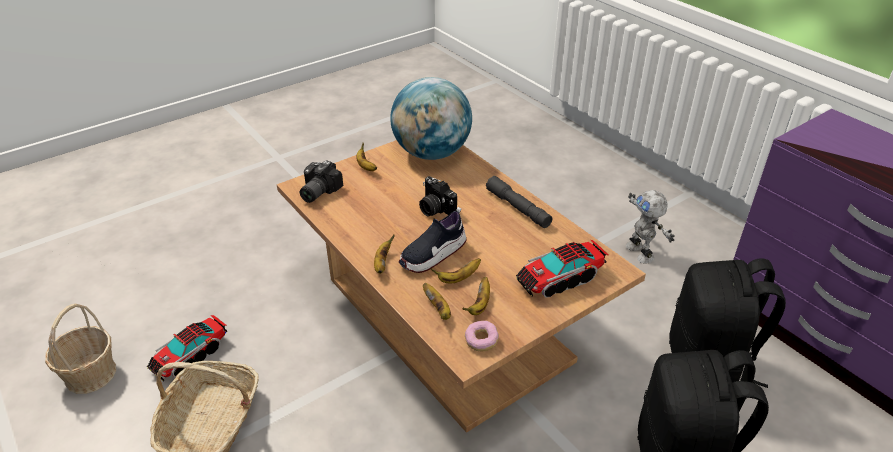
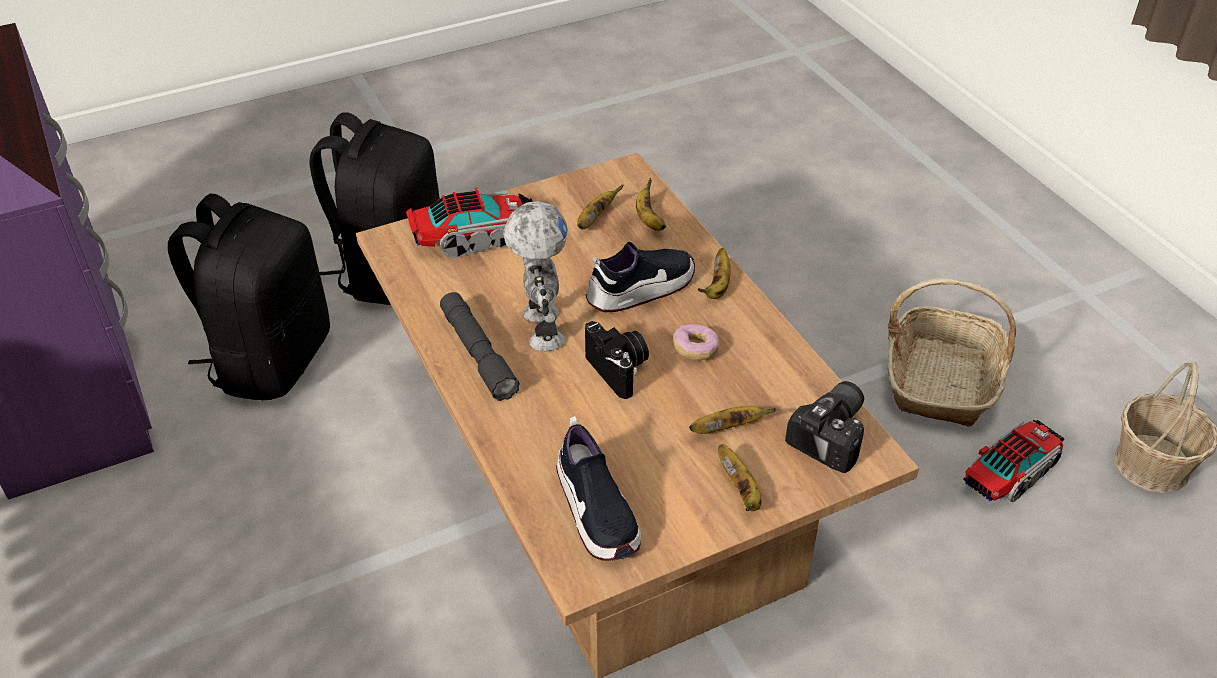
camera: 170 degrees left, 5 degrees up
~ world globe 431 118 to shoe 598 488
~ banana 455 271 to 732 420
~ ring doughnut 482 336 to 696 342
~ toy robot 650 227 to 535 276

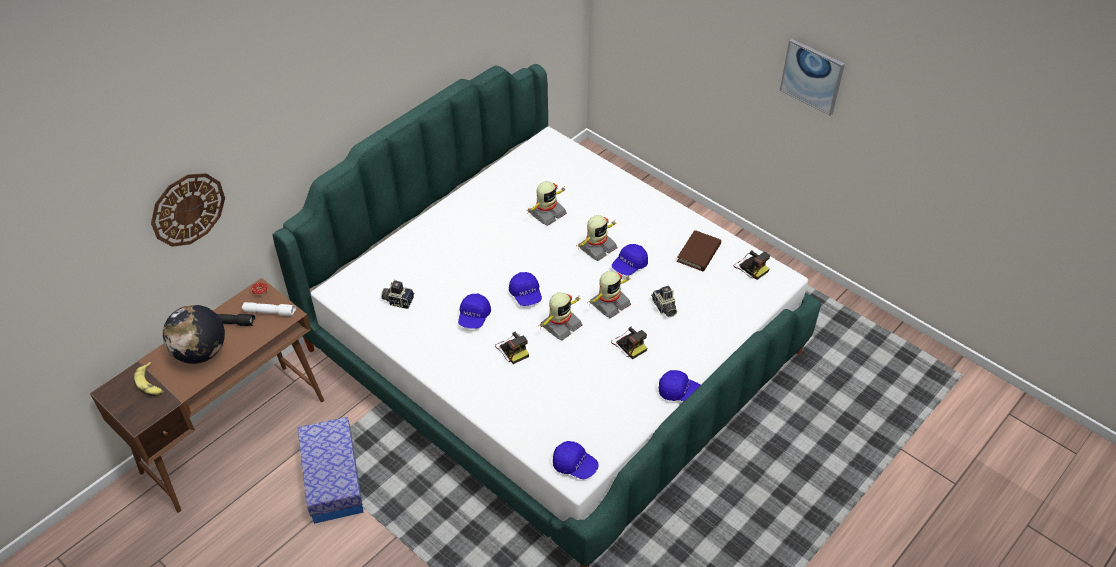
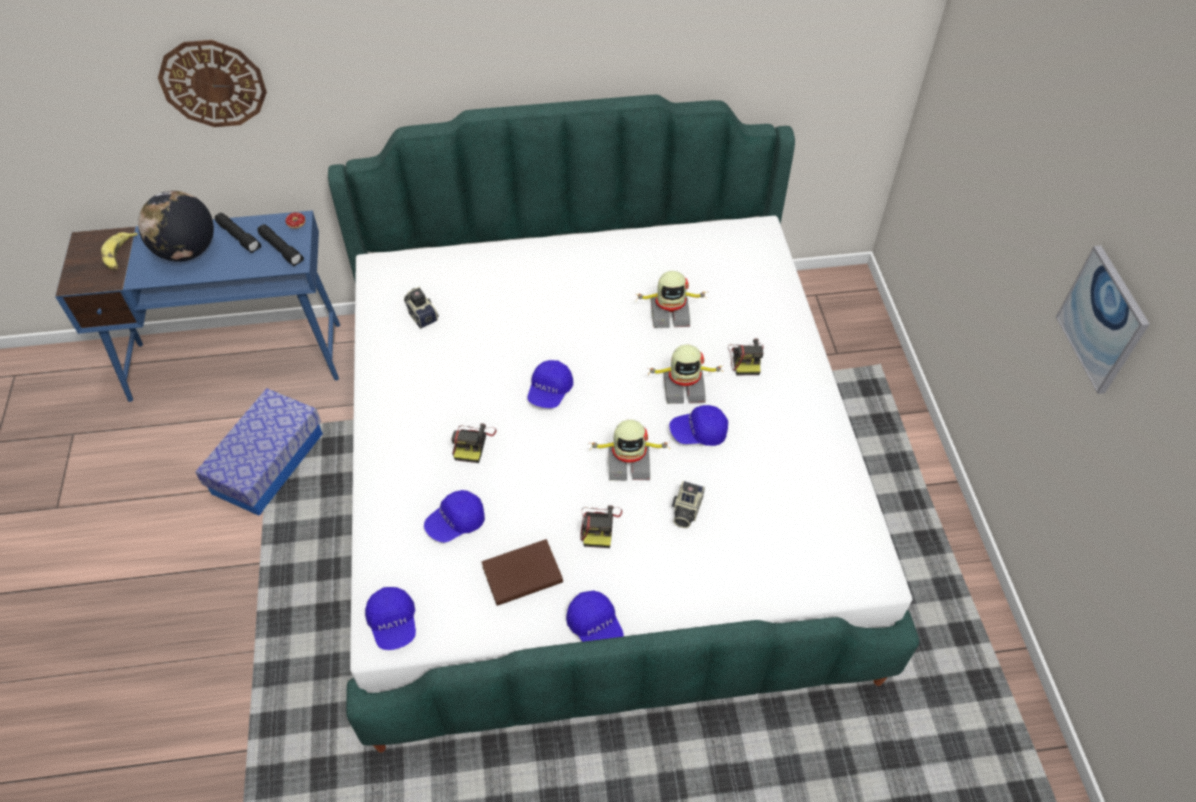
camera: 40 degrees right, 5 degrees up
~ brownish desk unit 207 395 to blue-coloured desk unit 197 306
~ white flashlight 269 309 to blackish flashlight 281 245
~ blue-coloured baseball cap 474 311 to 454 516
- toy robot 561 316
~ brownish book 699 250 to 522 572
~ still camera 752 265 to 746 357

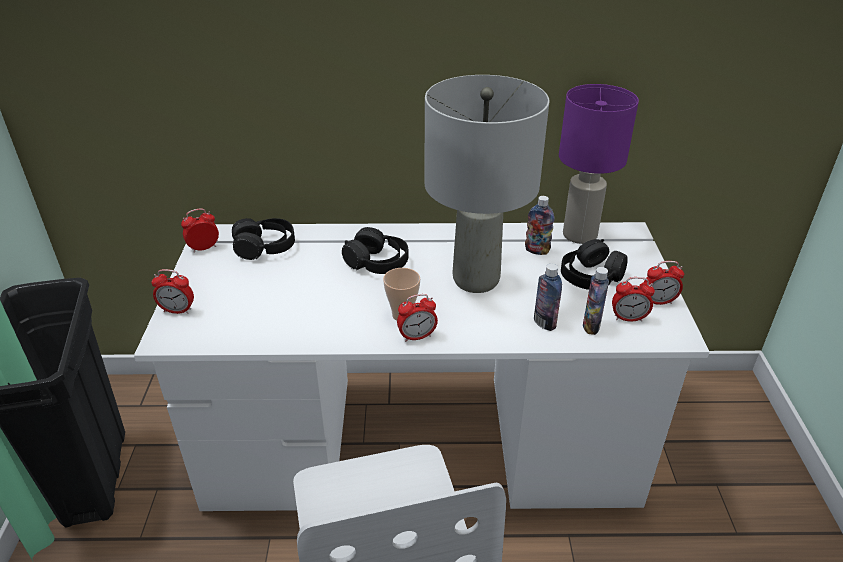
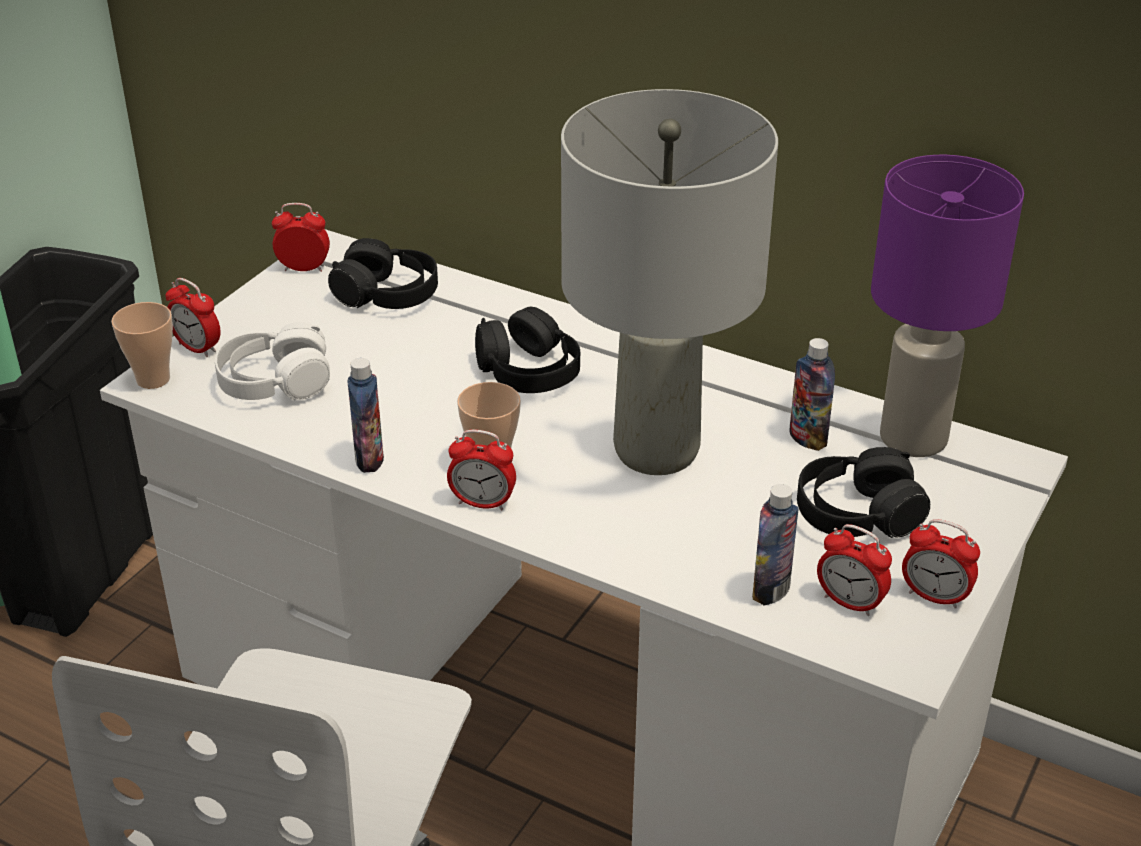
camera: 30 degrees right, 0 degrees up
~ bottle 548 297 to 366 415
+ small cup 142 345
+ white pair of headphones 272 361

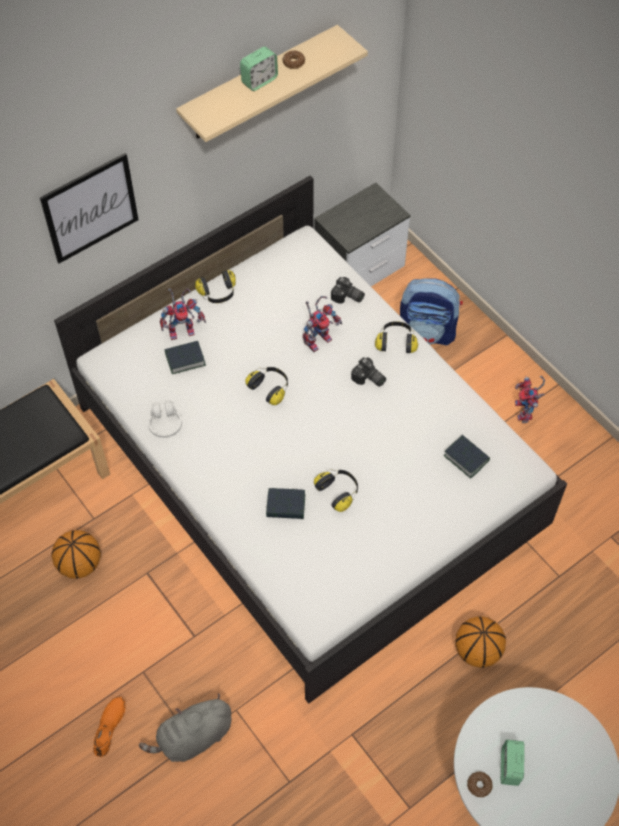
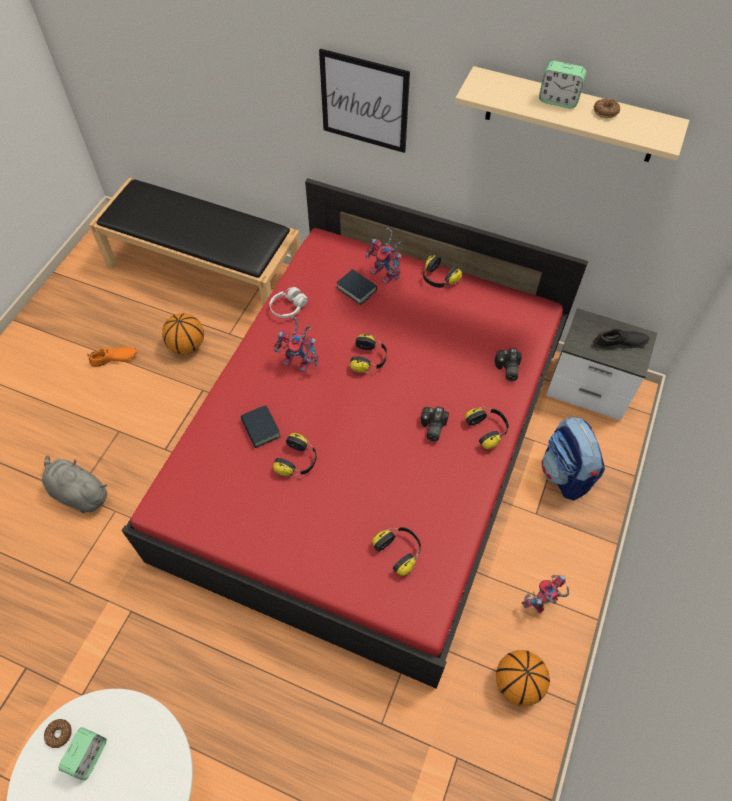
camera: 60 degrees right, 0 degrees up
~ white bed 310 439 to red bed 354 433
~ orange shoe 109 727 to 112 357
~ toy robot 322 324 to 296 344
~ book 467 457 to pair of headphones 397 551
~ basketball ball 480 642 to 523 678
~ table clock 512 763 = 83 754 135 degrees clockwise
+ blackish shoe 622 338

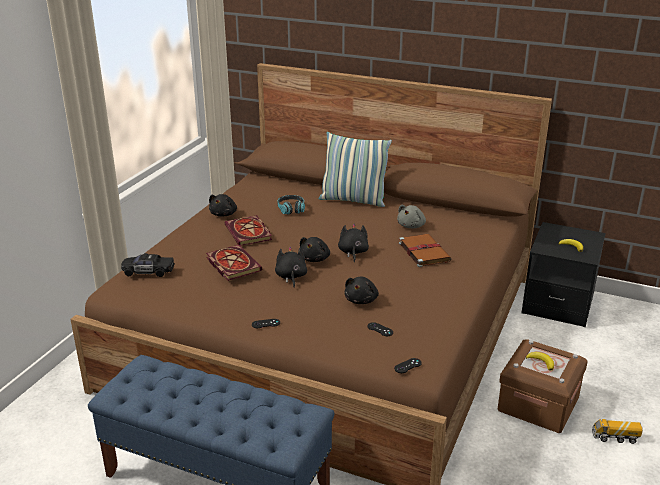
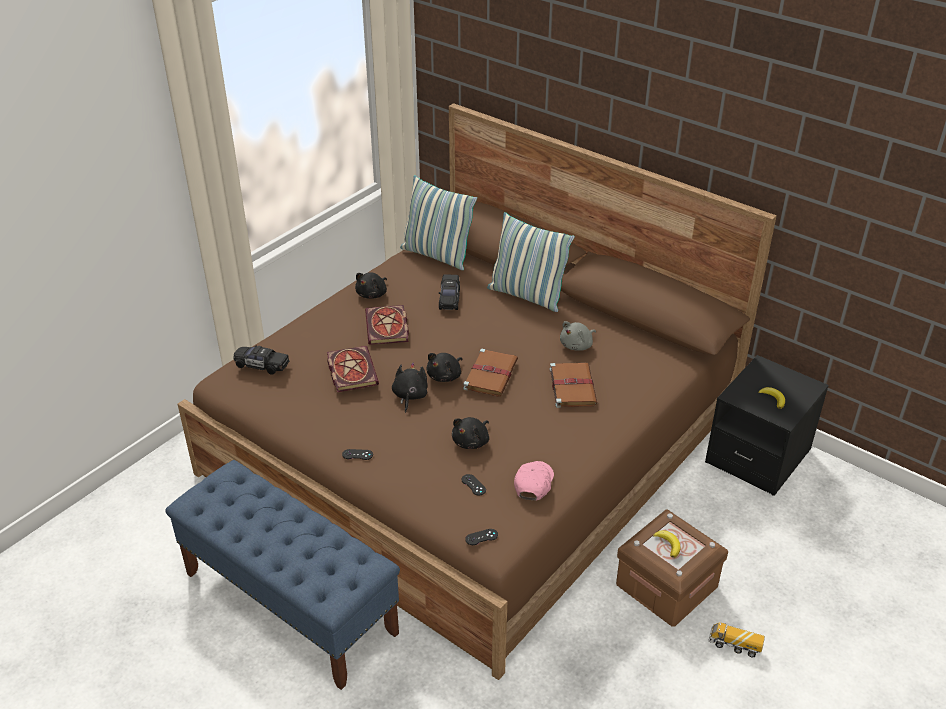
camera: 15 degrees right, 10 degrees up
~ pair of headphones 291 205 to blackish toy car 449 292
~ blackish soft toy 353 243 to brownish book 490 373
+ throw pillow 438 222
+ pinkish baseball cap 534 480

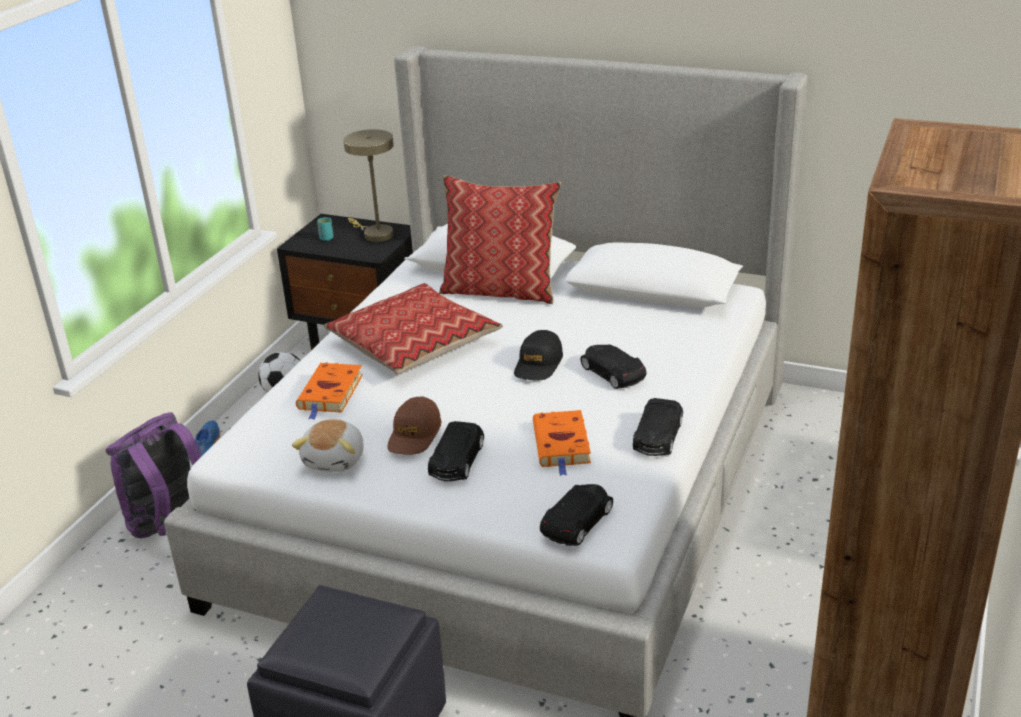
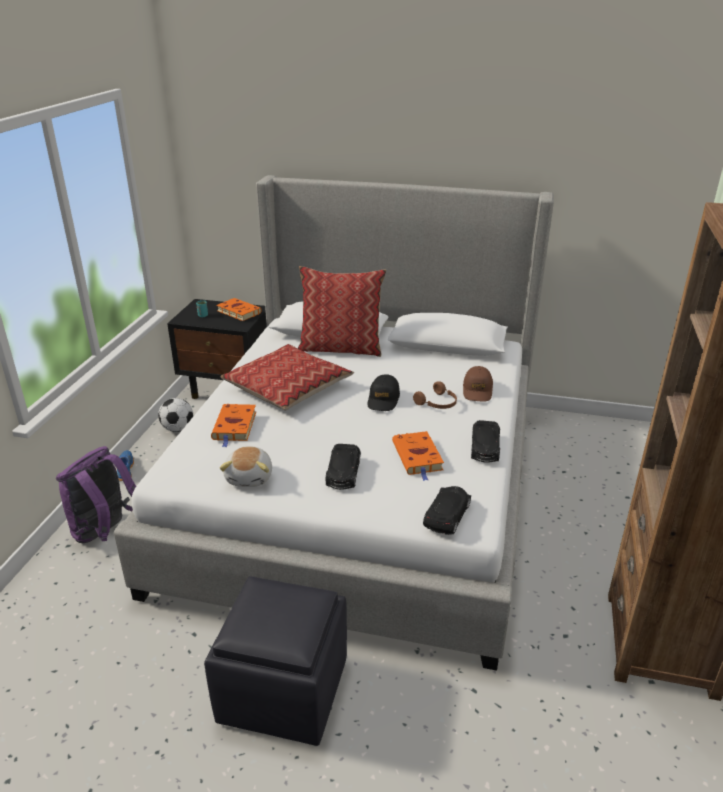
camera: 10 degrees left, 0 degrees up
~ beige tabletop lamp 368 185 to orange book 239 309
~ brownish baseball cap 414 426 to 478 384
~ blackish toy car 613 366 to brownish pair of headphones 435 395

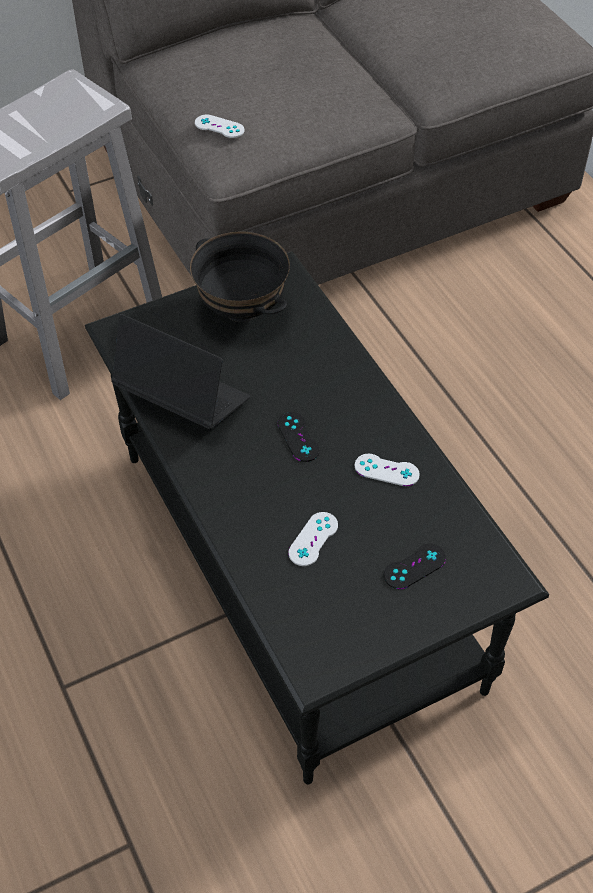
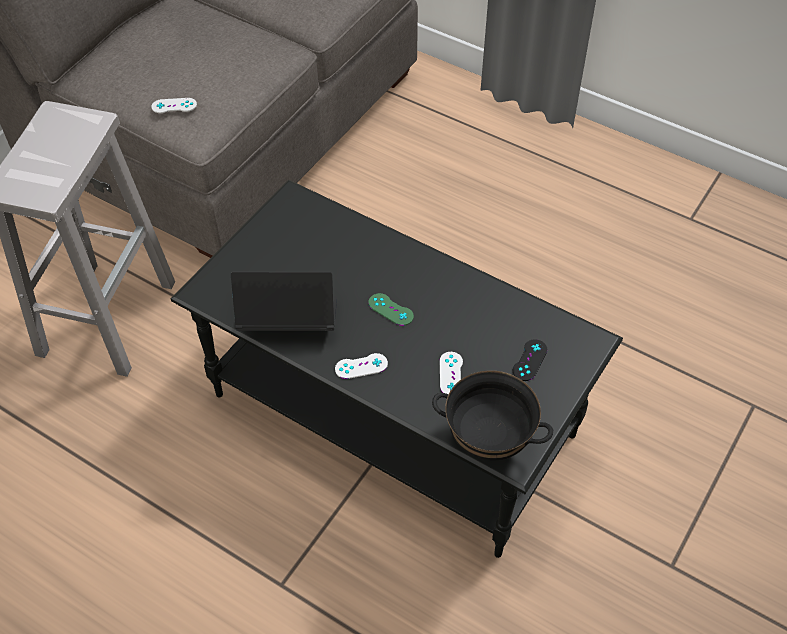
camera: 30 degrees left, 0 degrees up
~ blackish serving bowl 240 277 to 492 415
~ blackish game controller 299 437 to greenish game controller 391 309
~ white game controller 387 470 to 361 366

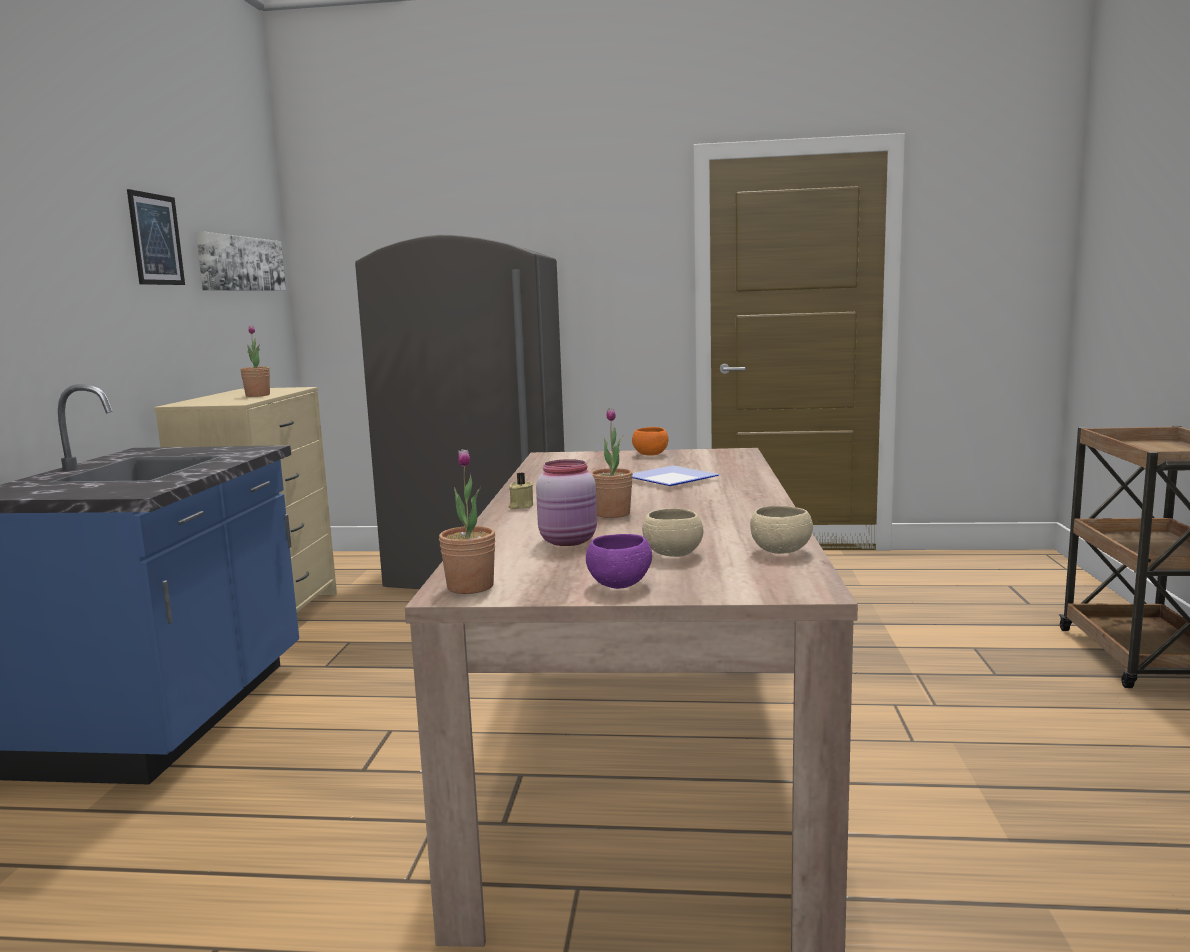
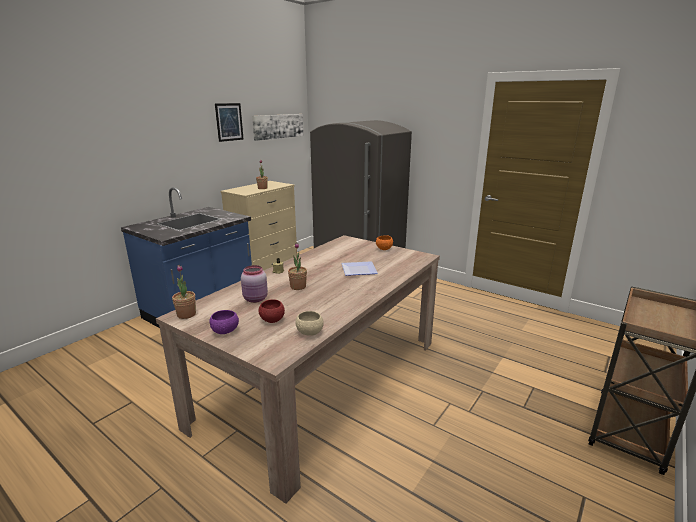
camera: 30 degrees right, 10 degrees up
~ beige serving bowl 672 532 to red serving bowl 272 311

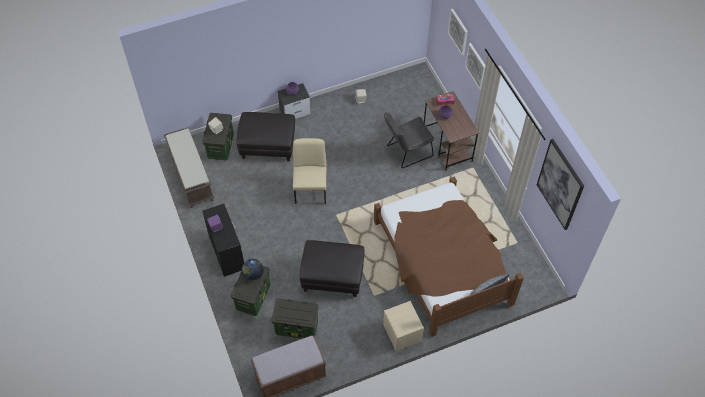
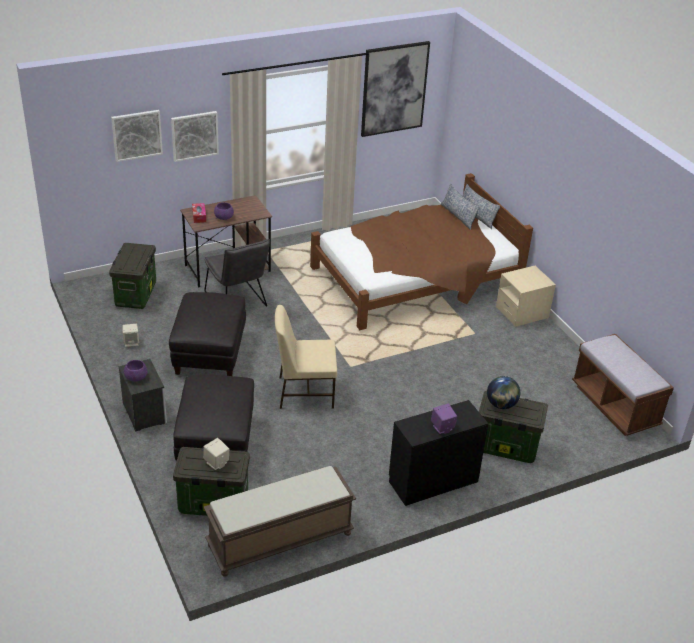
camera: 95 degrees left, 20 degrees down
~ storage box 295 318 to 132 276
~ blackish footrest 332 268 to 207 334
+ throw pillow 460 207

